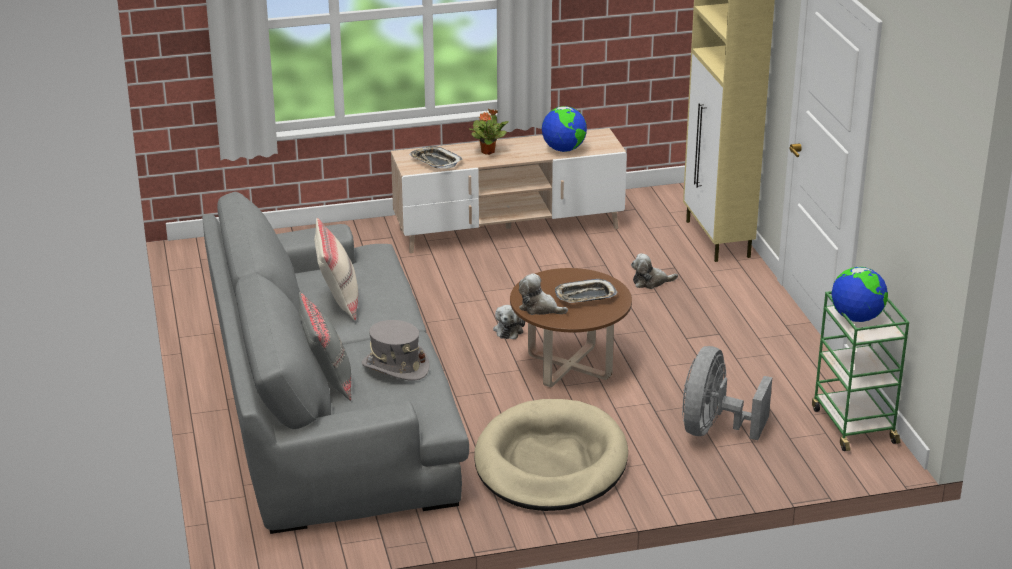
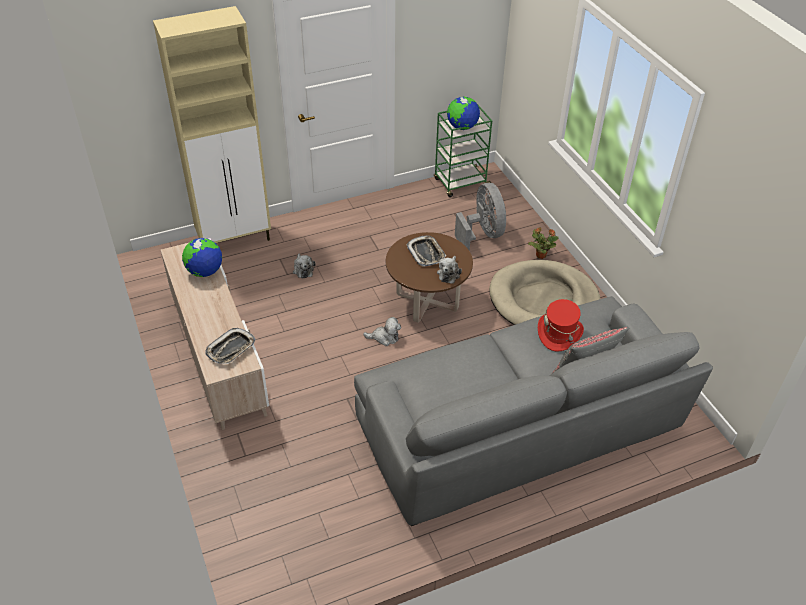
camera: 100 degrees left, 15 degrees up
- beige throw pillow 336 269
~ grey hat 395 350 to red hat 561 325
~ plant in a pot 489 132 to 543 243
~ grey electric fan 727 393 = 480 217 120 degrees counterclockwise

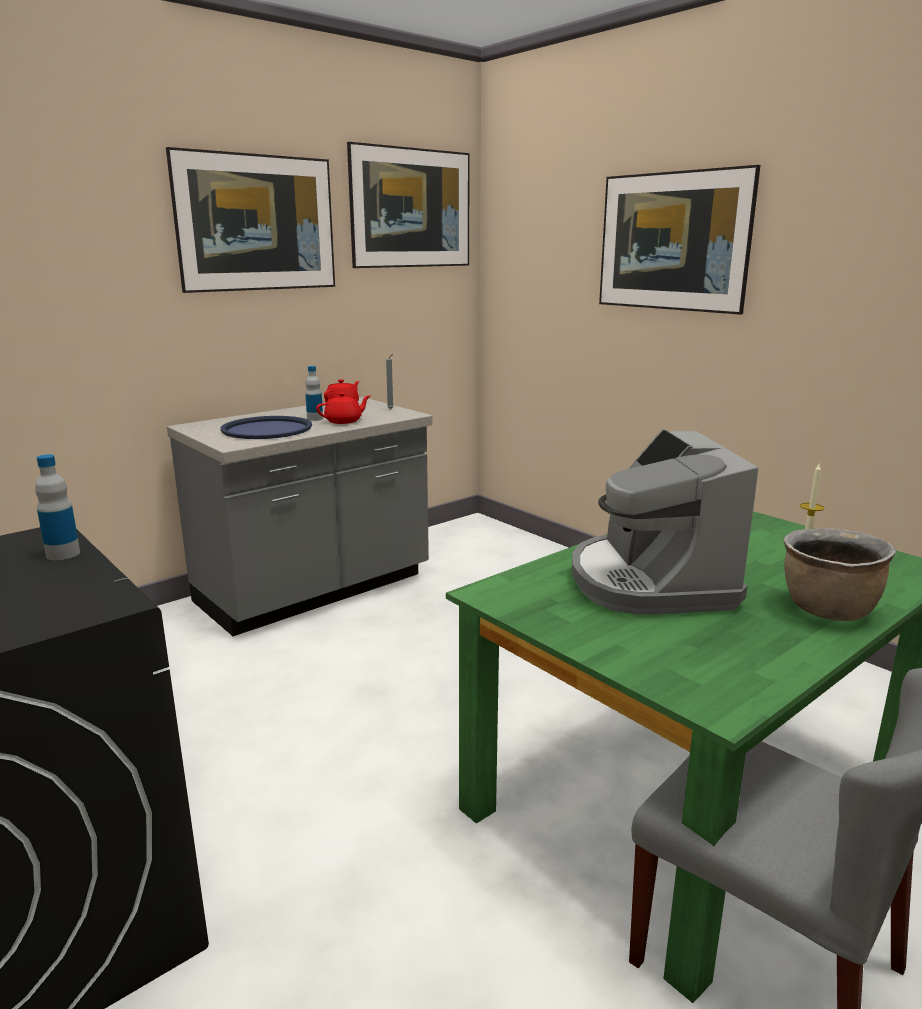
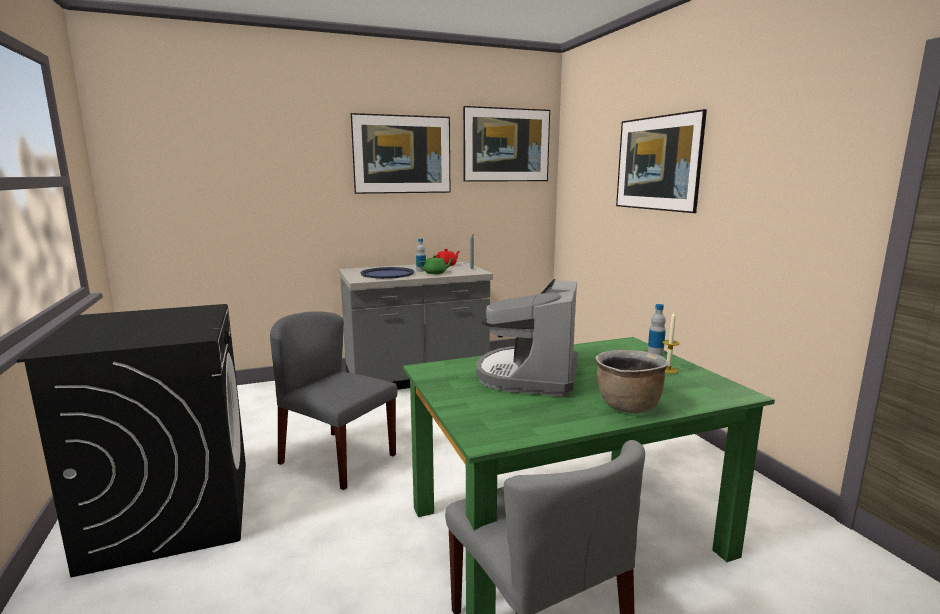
camera: 20 degrees right, 5 degrees down
~ bottle 57 507 to 657 330
~ red pot for tea 343 408 to greenish pot for tea 436 264
+ grey upright chair 334 400

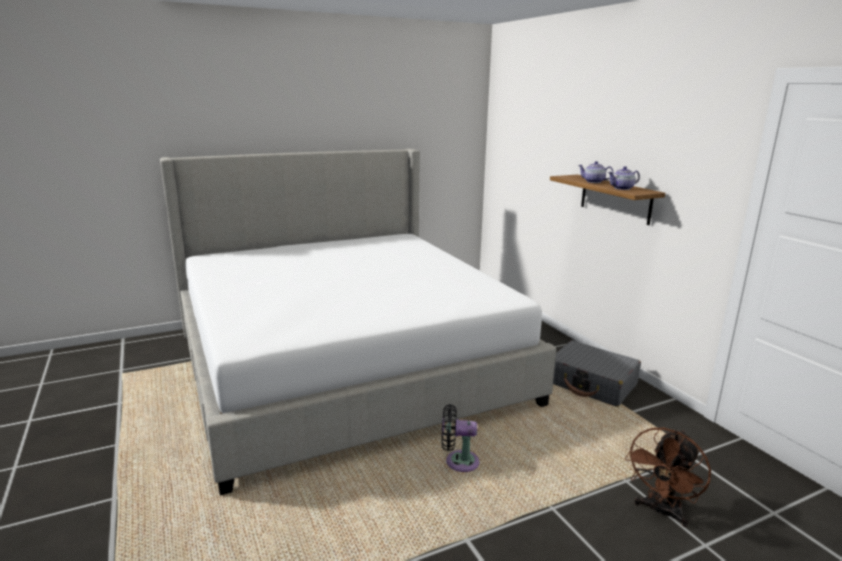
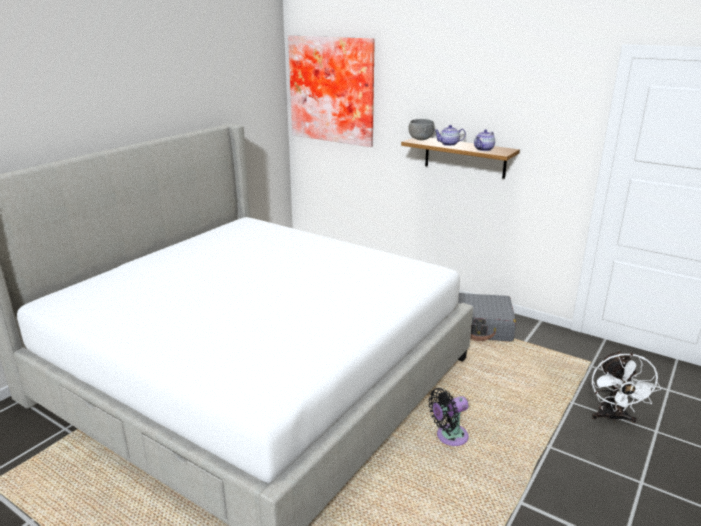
camera: 30 degrees left, 5 degrees up
~ brownish electric fan 668 477 to white electric fan 626 386
+ wall picture 331 91
+ grey serving bowl 421 129

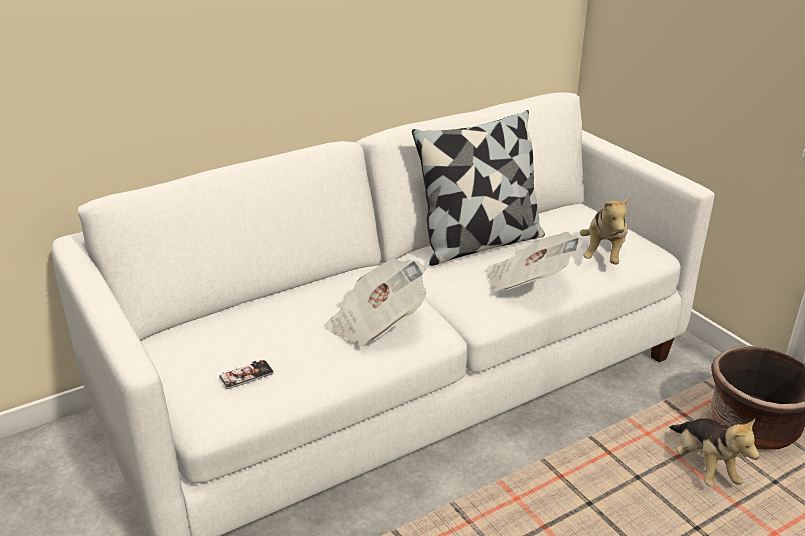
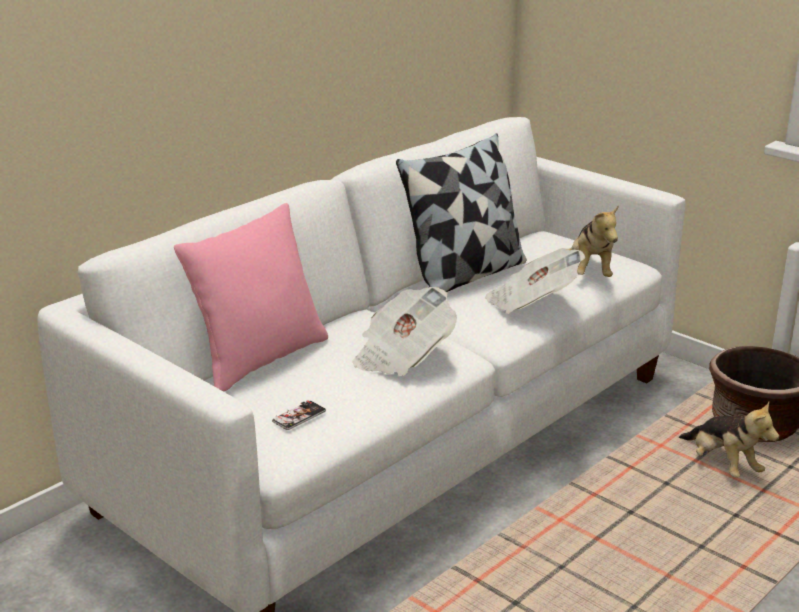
camera: 15 degrees left, 5 degrees down
+ pinkish throw pillow 251 297

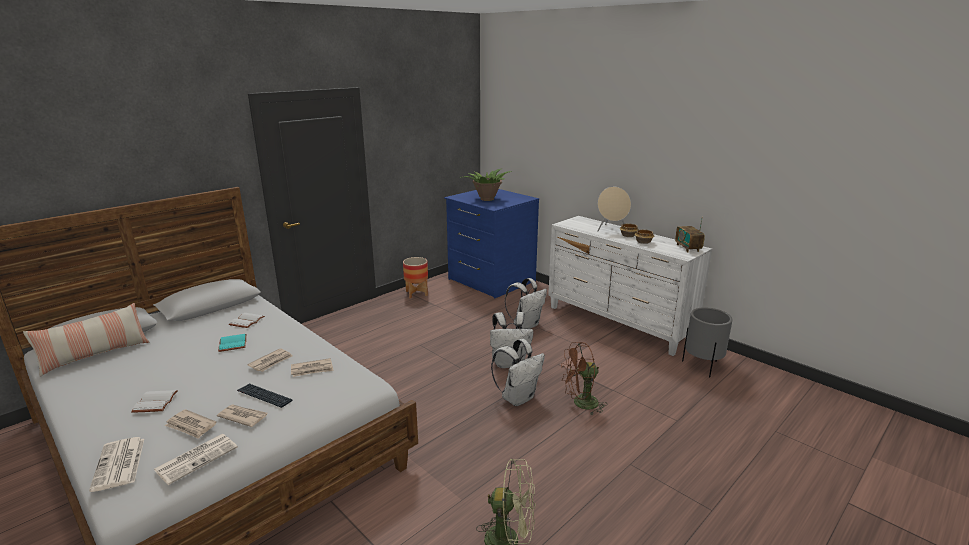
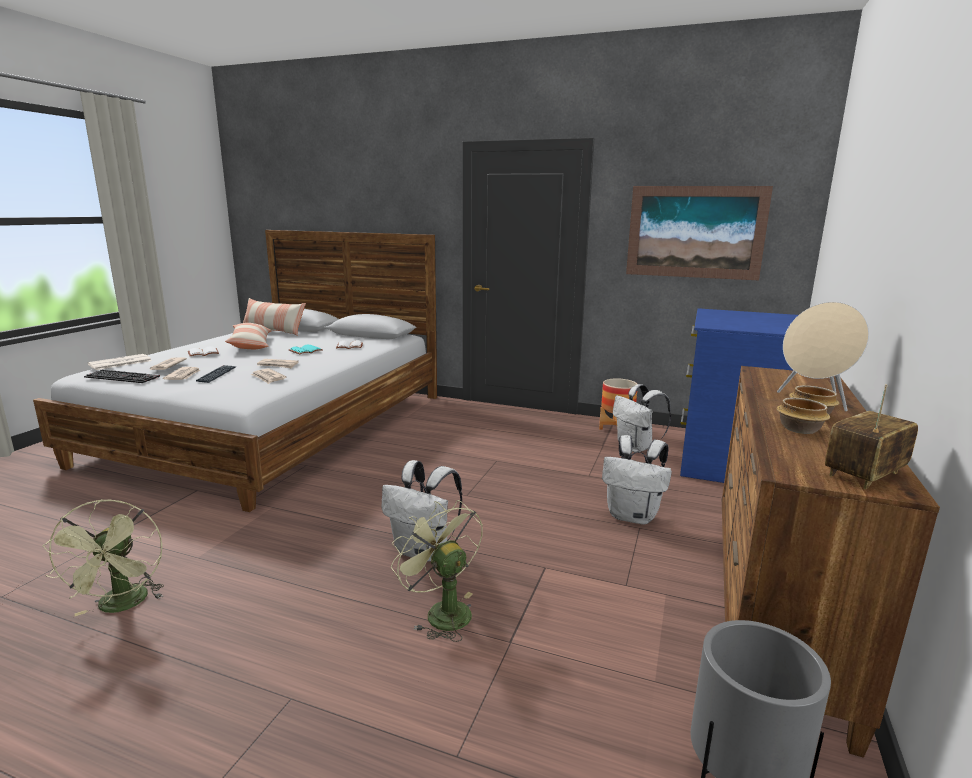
camera: 65 degrees right, 5 degrees down
~ newspaper 196 459 to computer keyboard 122 376
- plant in a pot 486 184
~ white knapsack 511 340 to 642 418
~ white drawer chest 630 286 to brownish drawer chest 831 562
~ brownish electric fan 584 378 to greenish electric fan 437 571
+ throw pillow 248 336
+ wall picture 699 233

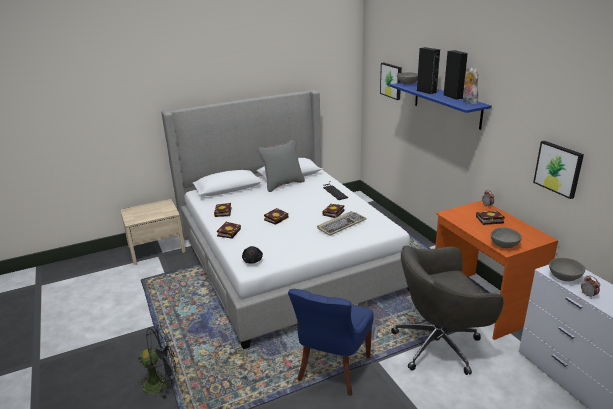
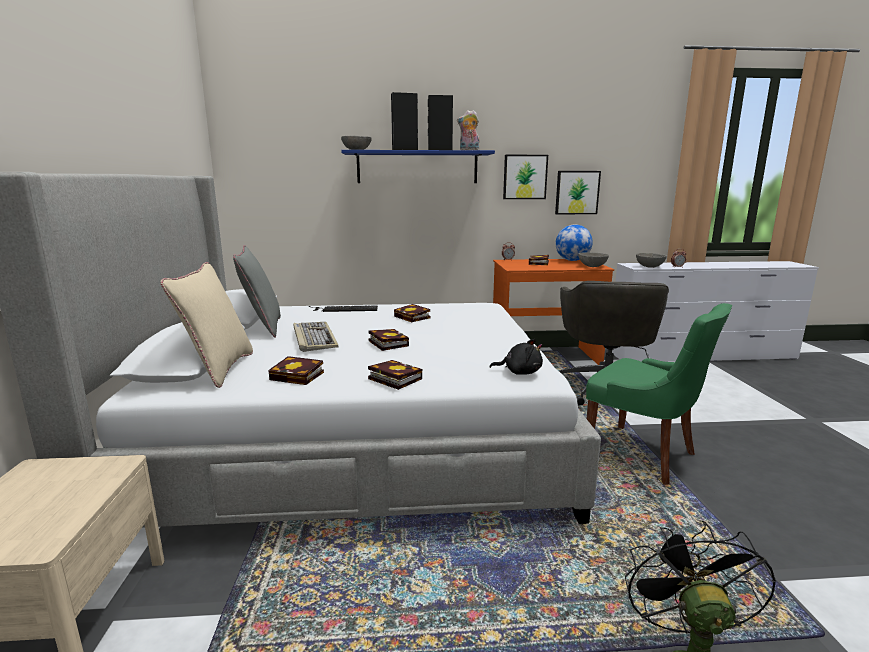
camera: 70 degrees left, 10 degrees down
~ blue-coloured upright chair 331 342 to greenish upright chair 659 394
~ computer keyboard 342 223 to 316 337
~ wall picture 391 81 to 525 177
+ beige throw pillow 206 325
+ world globe 574 242

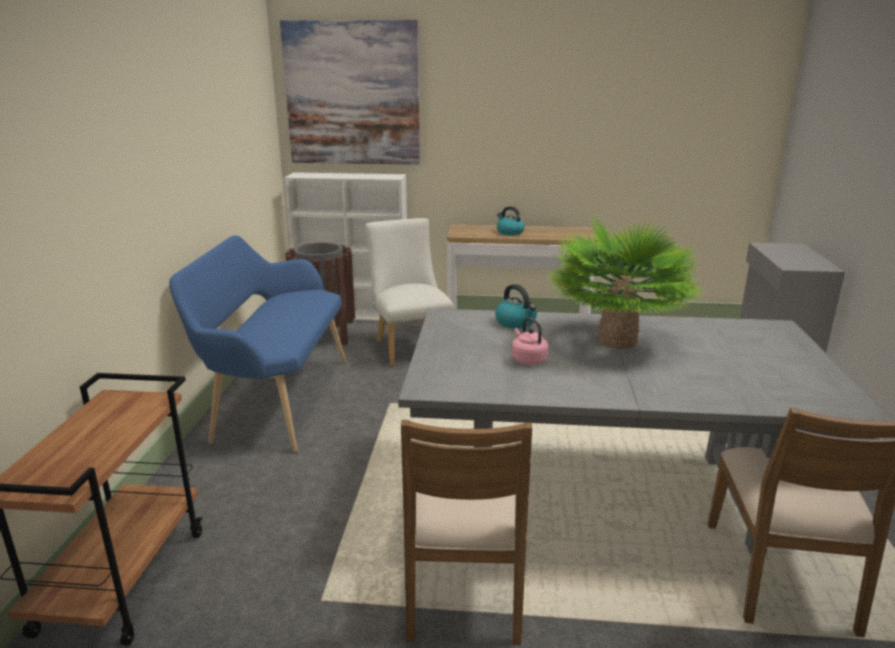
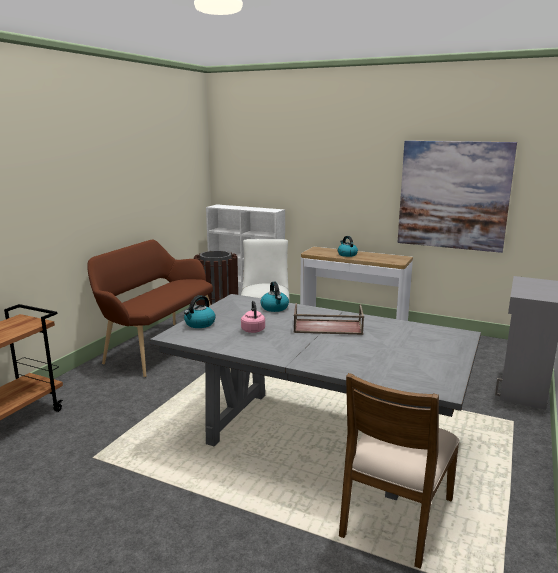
camera: 20 degrees right, 5 degrees down
~ blue-coloured bench 257 343 to brownish bench 150 308
~ wall picture 350 92 to 457 197
- brownish upright chair 466 532
~ plant in a pot 625 282 to brownish carrying tray 328 319
+ water kettle 200 311

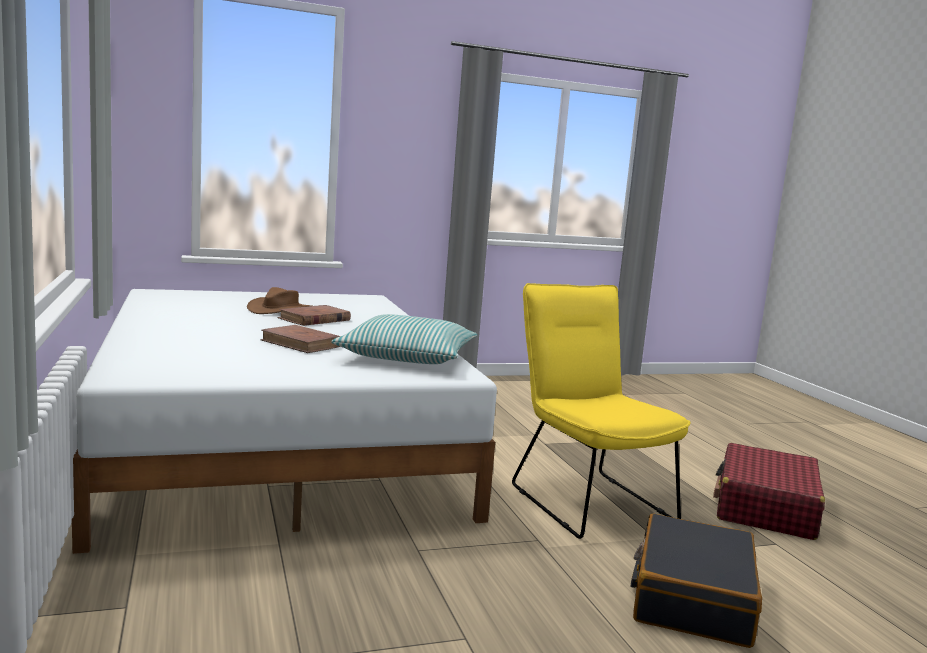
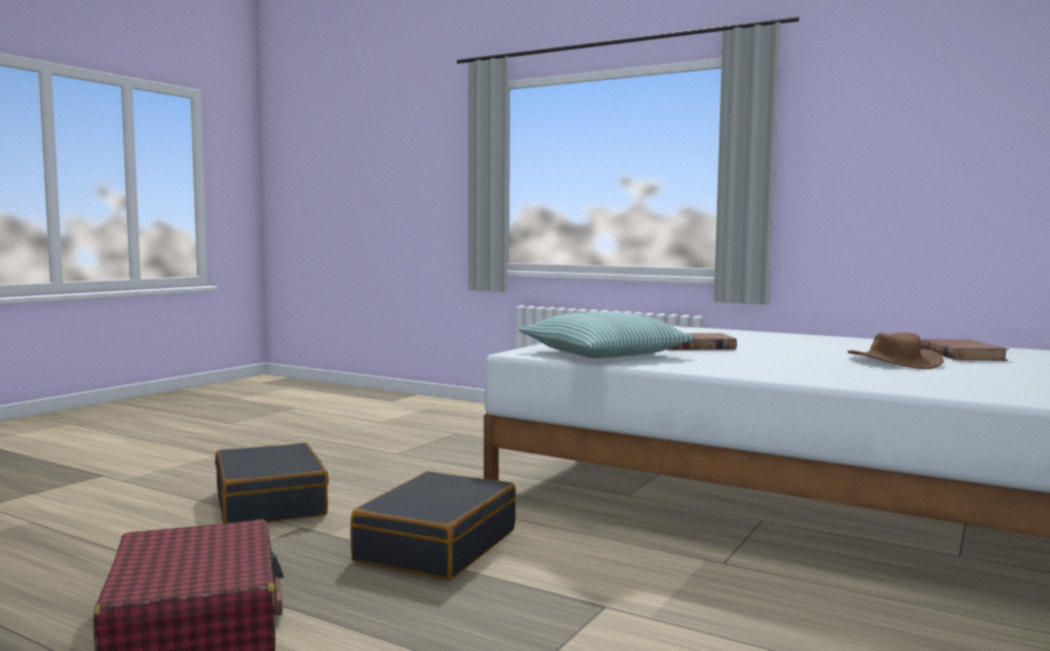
camera: 140 degrees right, 5 degrees down
~ brownish book 314 315 to 965 350
~ yellow upright chair 601 411 to blackish piece of luggage 433 525

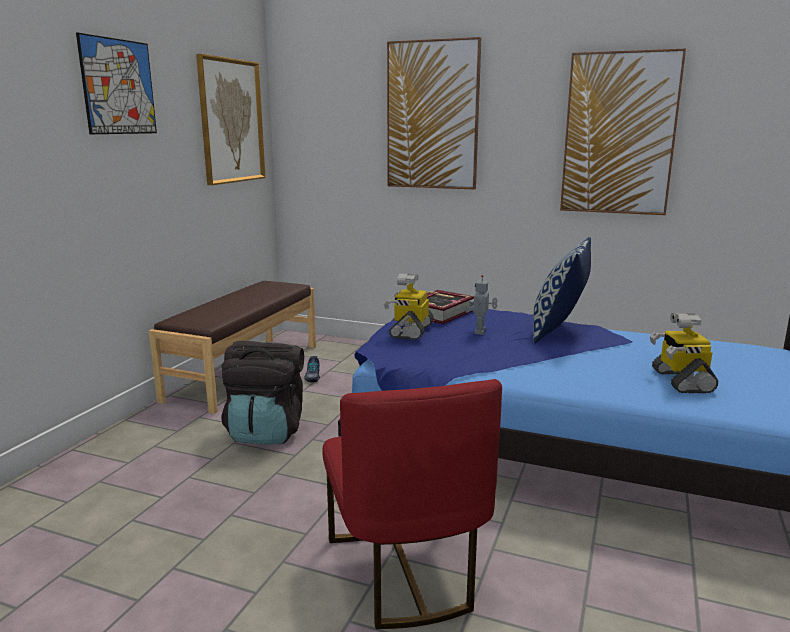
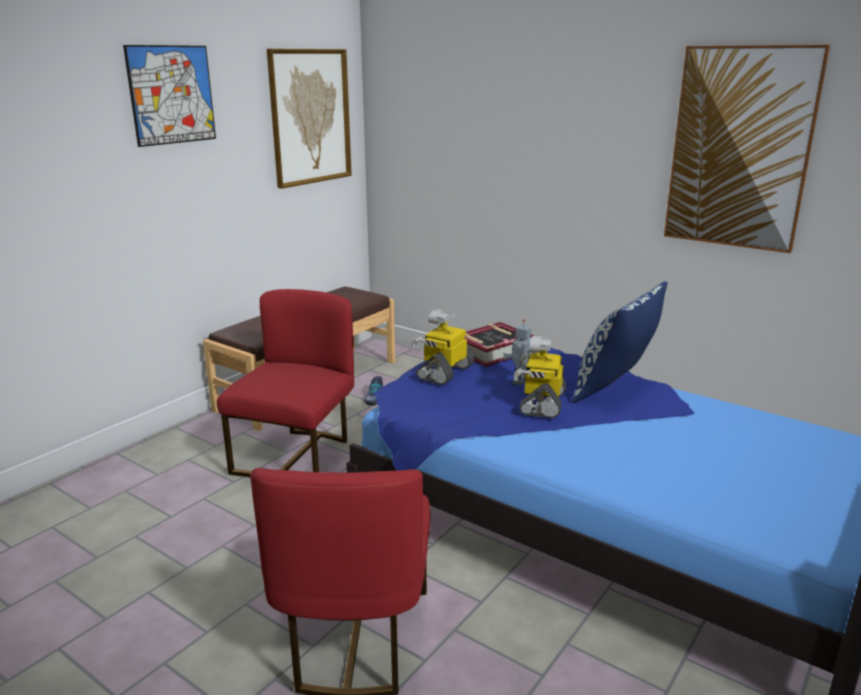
camera: 15 degrees right, 5 degrees up
~ blackish knapsack 262 393 to red upright chair 285 383
- wall picture 434 113
~ toy robot 684 353 to 540 377

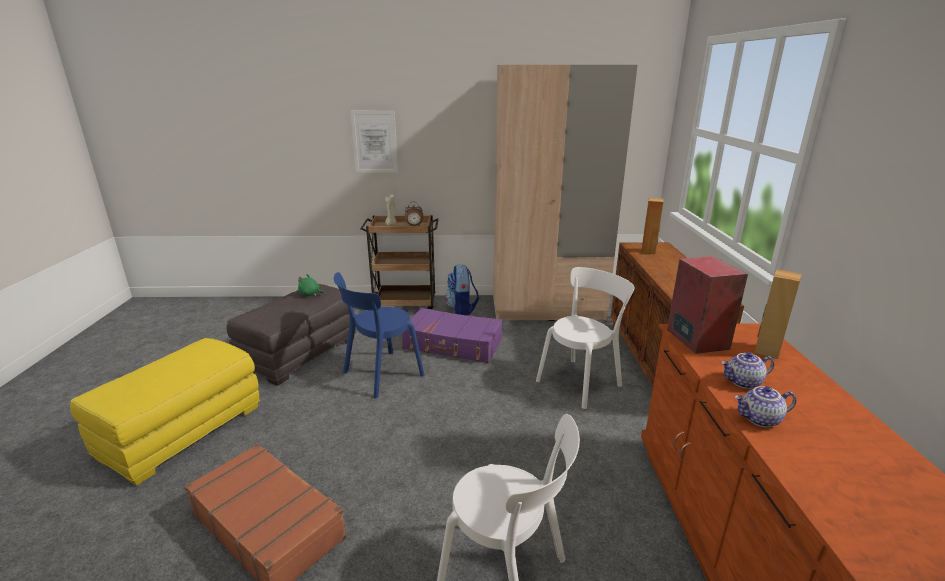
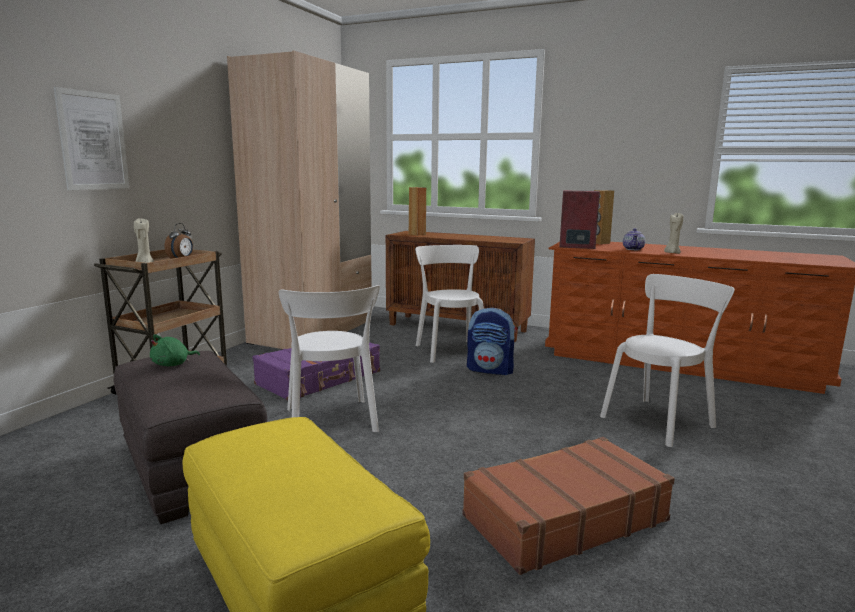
camera: 65 degrees left, 10 degrees down
~ blue-coloured upright chair 379 335 to white upright chair 329 358
~ knapsack 462 289 to 492 341
~ pot for tea 765 406 to beige wax light 674 233

